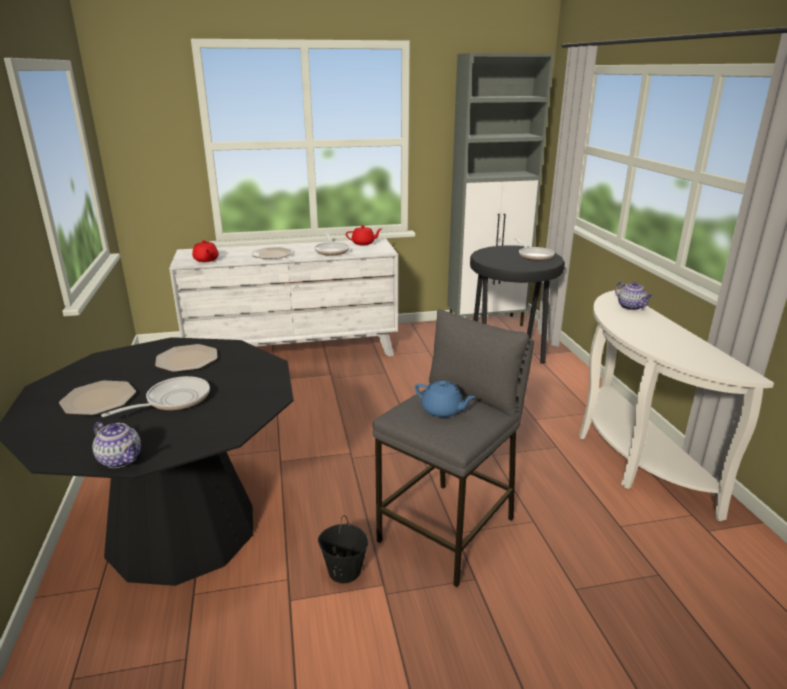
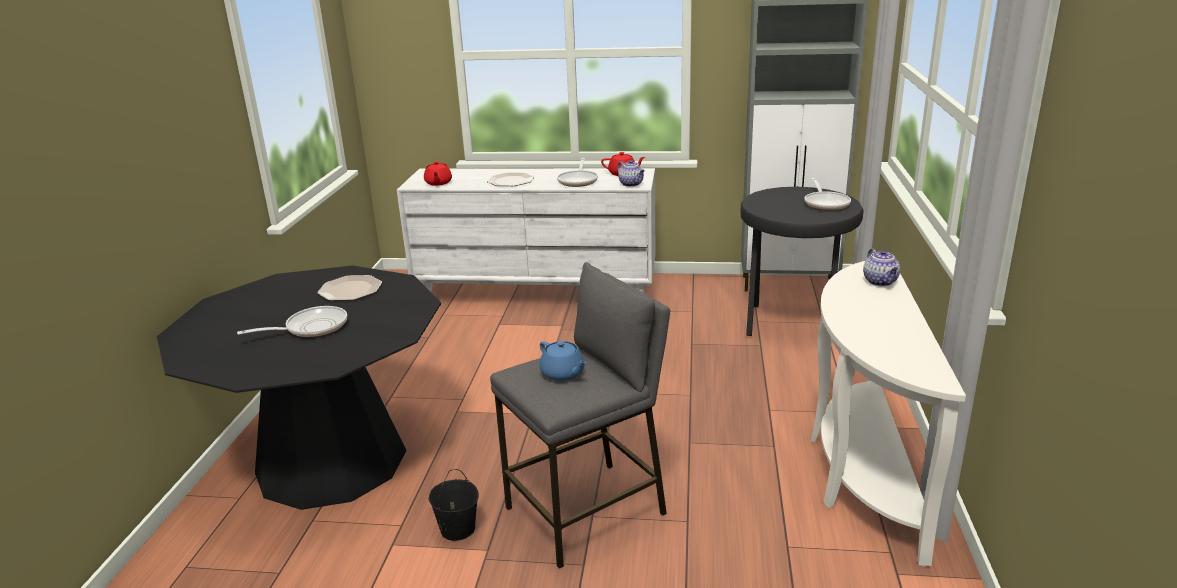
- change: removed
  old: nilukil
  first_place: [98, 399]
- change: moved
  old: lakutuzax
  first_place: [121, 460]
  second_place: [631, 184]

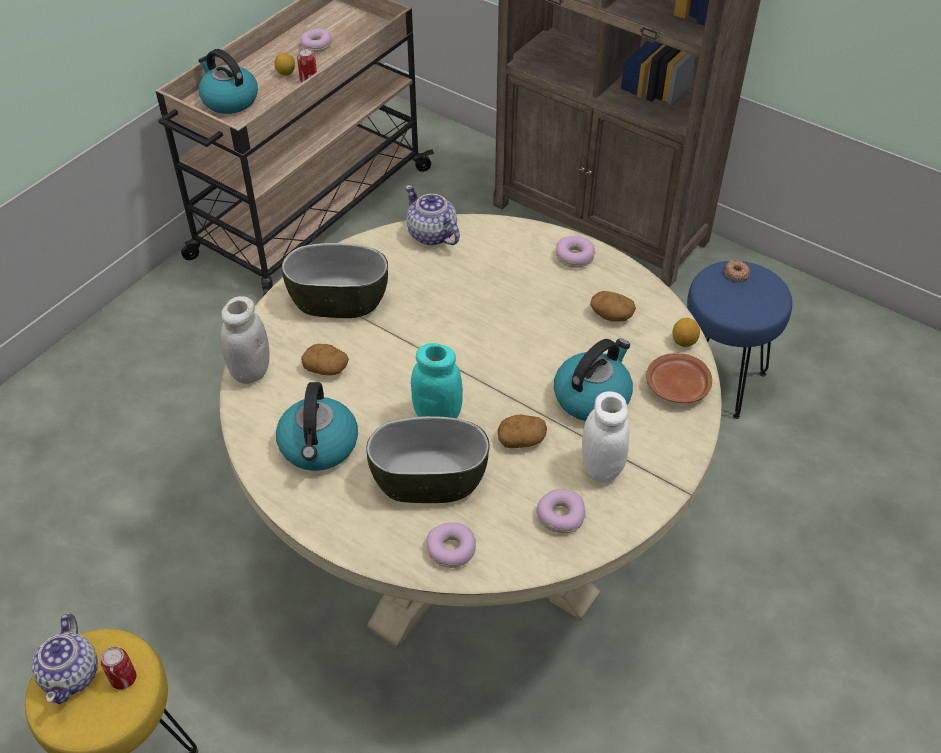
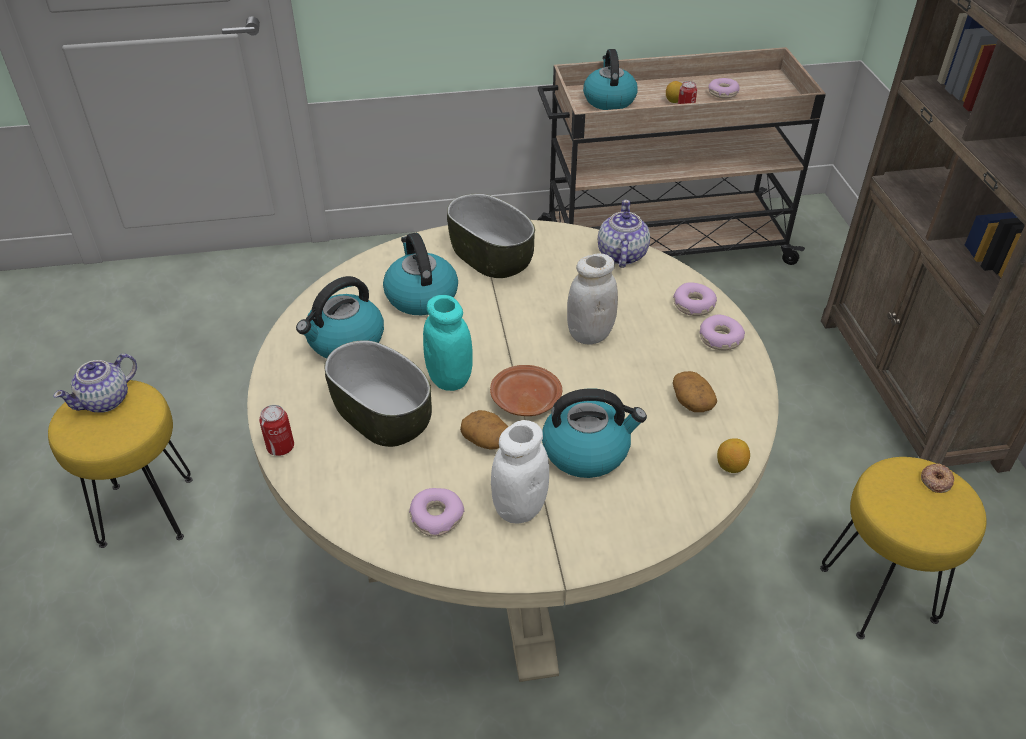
- change: moved
  old: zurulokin
  first_place: [123, 678]
  second_place: [280, 447]
- change: moved
  old: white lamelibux
  first_place: [250, 371]
  second_place: [589, 334]
- change: moved
  old: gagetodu
  first_place: [451, 550]
  second_place: [693, 305]
- change: moved
  old: brown nilukil
  first_place: [677, 387]
  second_place: [524, 400]
- change: replaced
  old: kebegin
  new: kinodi
  first_place: [326, 368]
  second_place: [420, 296]
- change: recoloured
  old: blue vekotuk
  new: yellow vekotuk
  first_place: [720, 381]
  second_place: [879, 594]

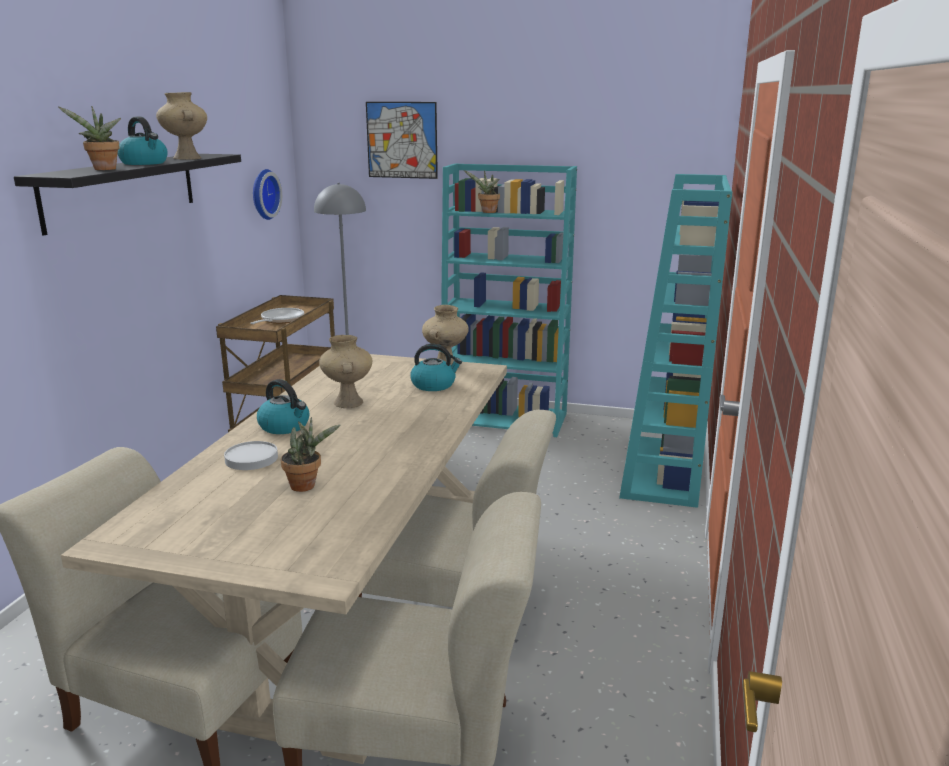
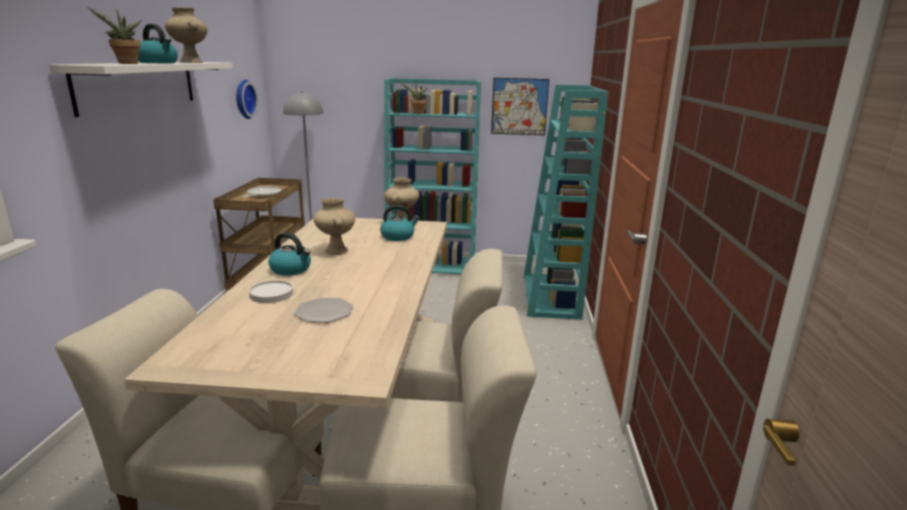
- change: moved
  old: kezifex
  first_place: [402, 140]
  second_place: [519, 106]
- change: replaced
  old: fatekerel
  new: nilukil
  first_place: [307, 485]
  second_place: [324, 312]
- change: recoloured
  old: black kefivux
  new: white kefivux
  first_place: [122, 190]
  second_place: [138, 85]

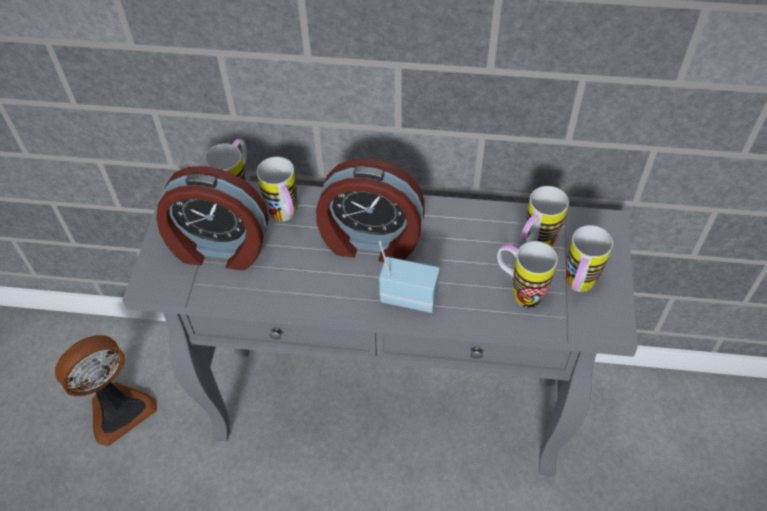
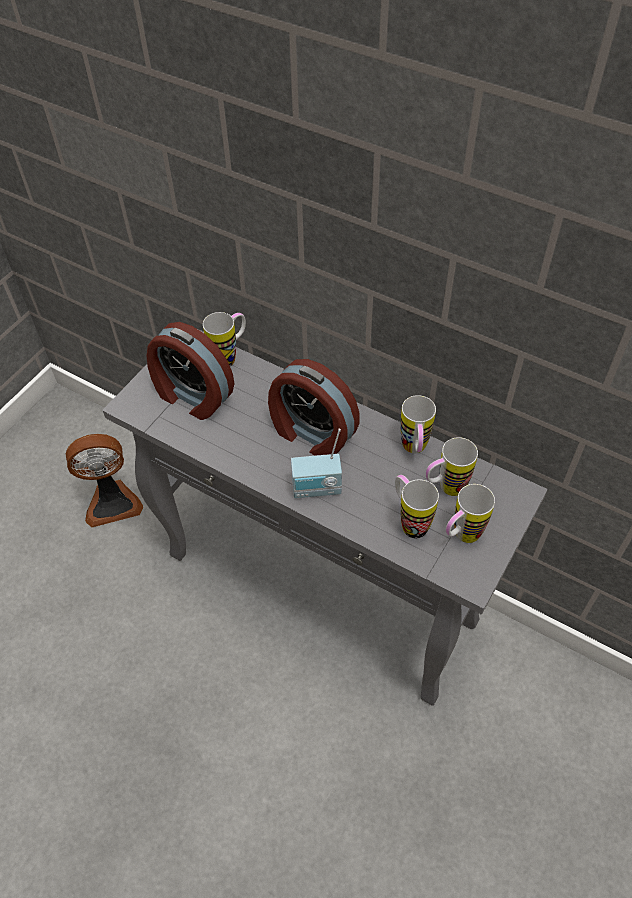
- change: moved
  old: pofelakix
  first_place: [286, 218]
  second_place: [414, 450]
- change: turned
  old: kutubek
  first_place: [409, 296]
  second_place: [317, 489]
  degrees: 135

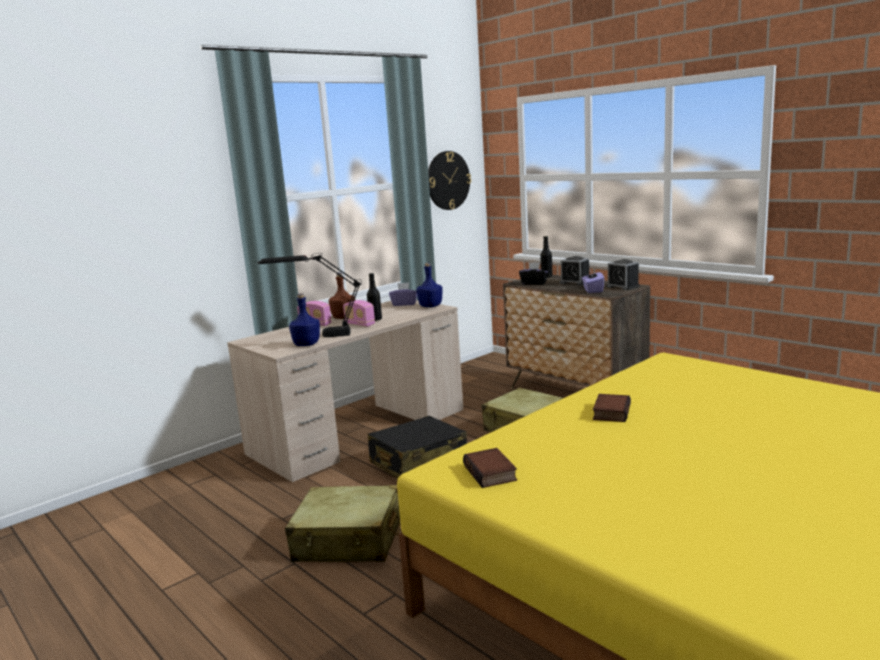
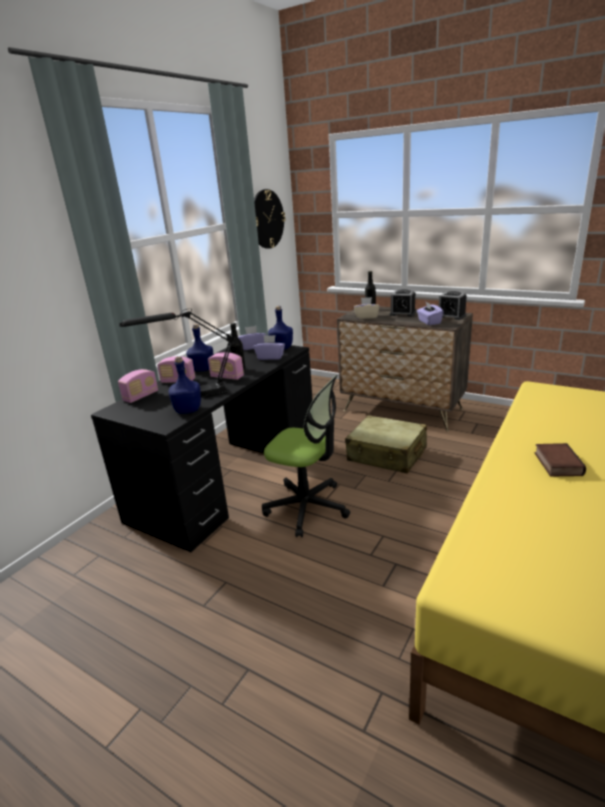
- change: removed
  old: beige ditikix
  first_place: [348, 540]
- change: removed
  old: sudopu
  first_place: [491, 473]
- change: added
  new: kutubek
  second_place: [141, 396]
- change: added
  new: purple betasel
  second_place: [270, 357]
- change: replaced
  old: black ditikix
  new: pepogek
  first_place: [418, 462]
  second_place: [307, 507]
- change: recoloured
  old: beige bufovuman
  new: black bufovuman
  first_place: [360, 431]
  second_place: [230, 476]
- change: recoloured
  old: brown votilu
  new: blue votilu
  first_place: [343, 317]
  second_place: [202, 369]
- change: recoloured
  old: black betasel
  new: beige betasel
  first_place: [534, 283]
  second_place: [366, 317]

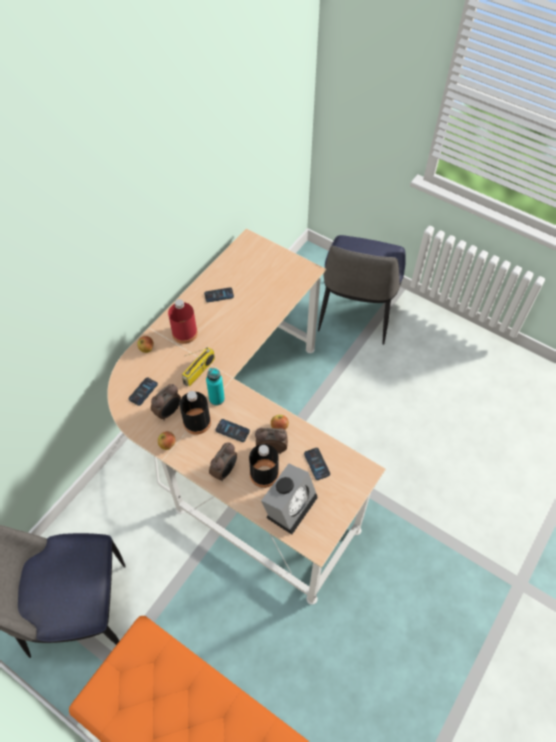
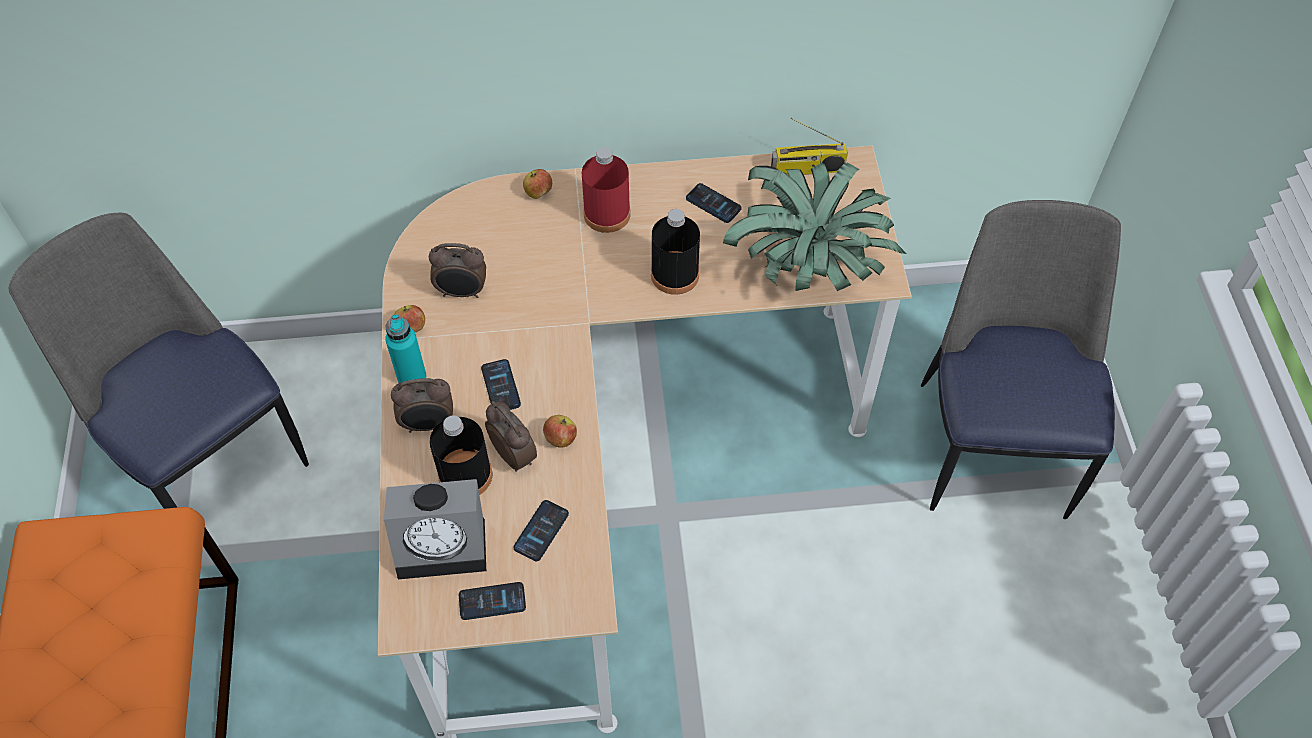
- change: added
  new: fatekerel
  second_place: [810, 263]
- change: moved
  old: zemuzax
  first_place: [143, 391]
  second_place: [492, 601]
- change: moved
  old: black votilu
  first_place: [197, 422]
  second_place: [675, 275]
- change: moved
  old: kutubek
  first_place: [199, 371]
  second_place: [807, 170]
- change: moved
  old: turquoise votilu
  first_place: [216, 399]
  second_place: [411, 376]
- change: turned
  old: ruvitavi
  first_place: [356, 314]
  second_place: [993, 444]
  degrees: 120

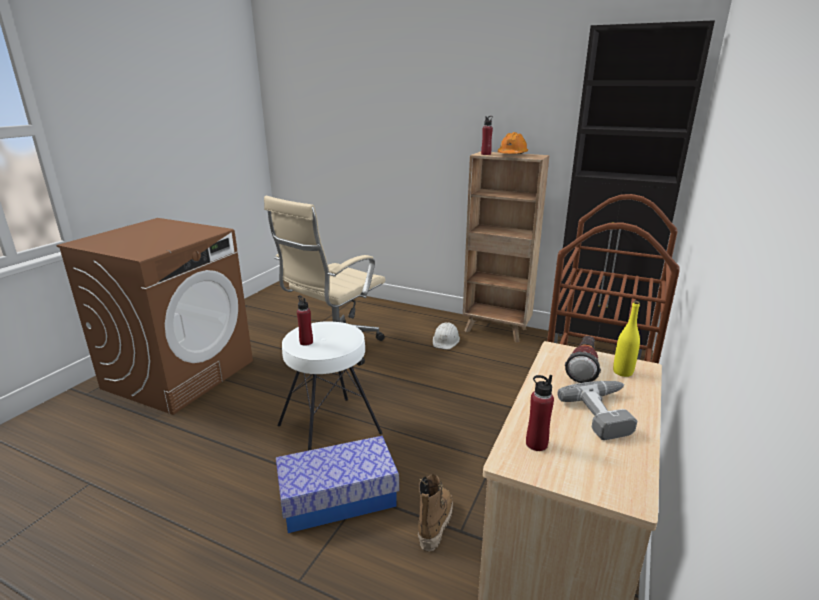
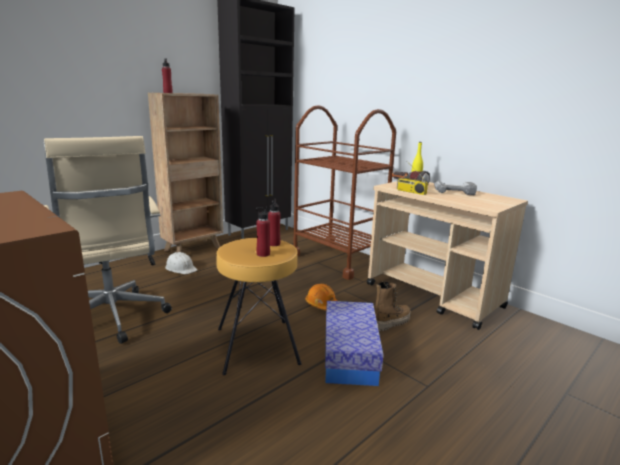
- change: added
  new: kutubek
  second_place: [410, 192]
- change: moved
  old: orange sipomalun
  first_place: [512, 155]
  second_place: [322, 305]
- change: moved
  old: red votilu
  first_place: [536, 444]
  second_place: [274, 244]
- change: recoloured
  old: white vekotuk
  new: brown vekotuk
  first_place: [330, 429]
  second_place: [258, 345]
- change: turned
  old: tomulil
  first_place: [434, 523]
  second_place: [391, 322]
  degrees: 105

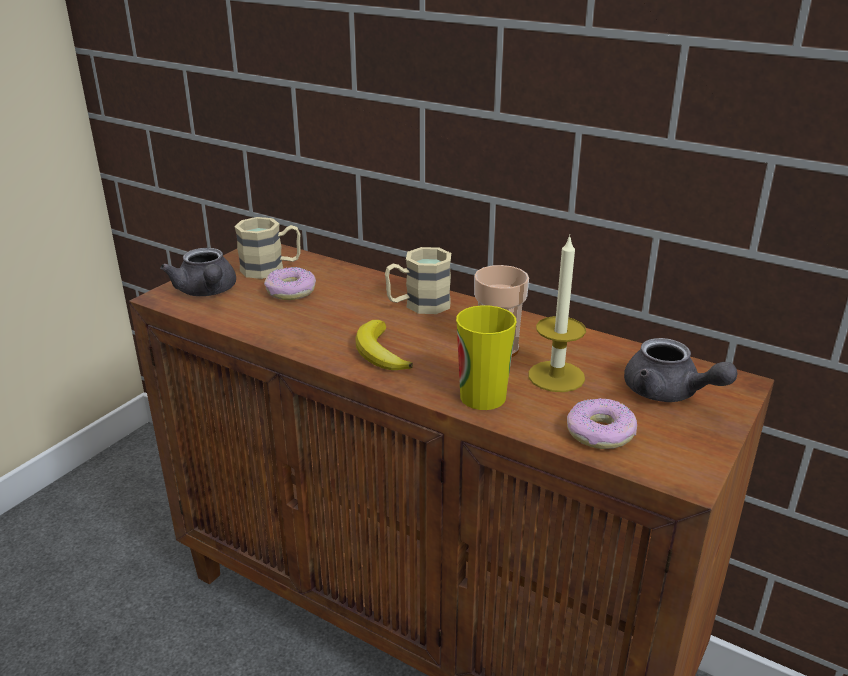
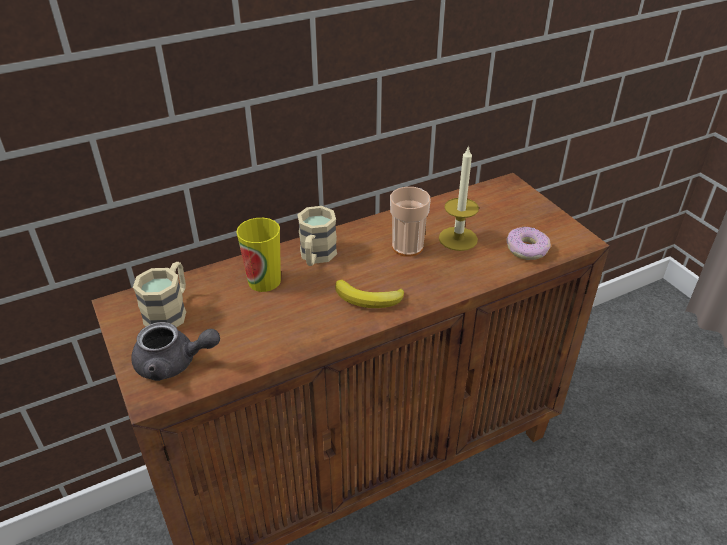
- change: removed
  old: gagetodu
  first_place: [290, 291]
- change: removed
  old: grey lakutuzax
  first_place: [668, 393]
- change: moved
  old: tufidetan
  first_place: [482, 397]
  second_place: [264, 281]

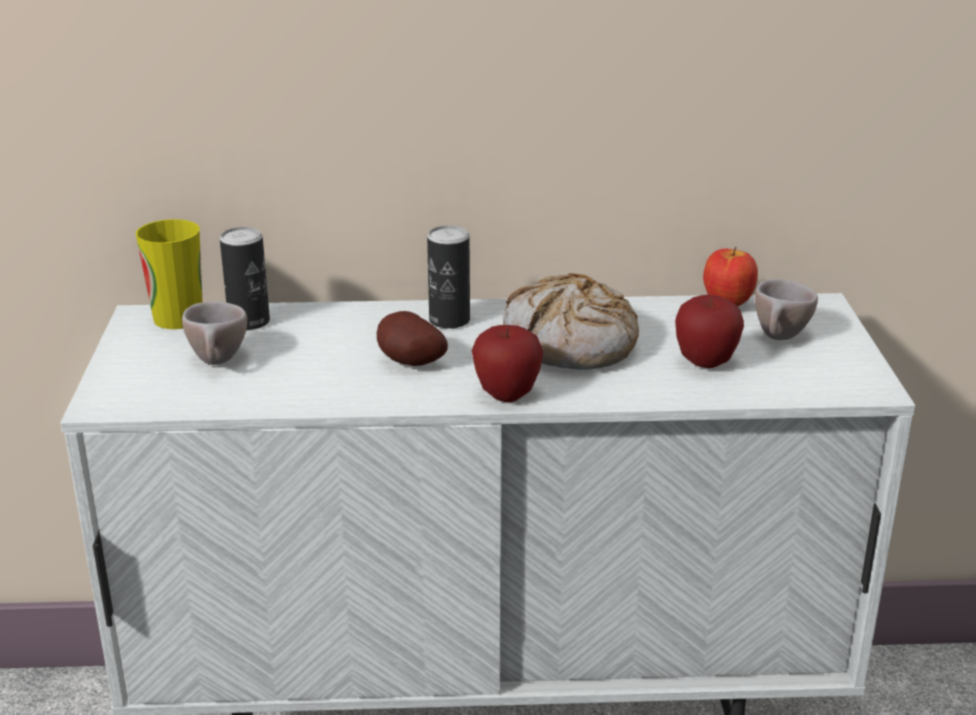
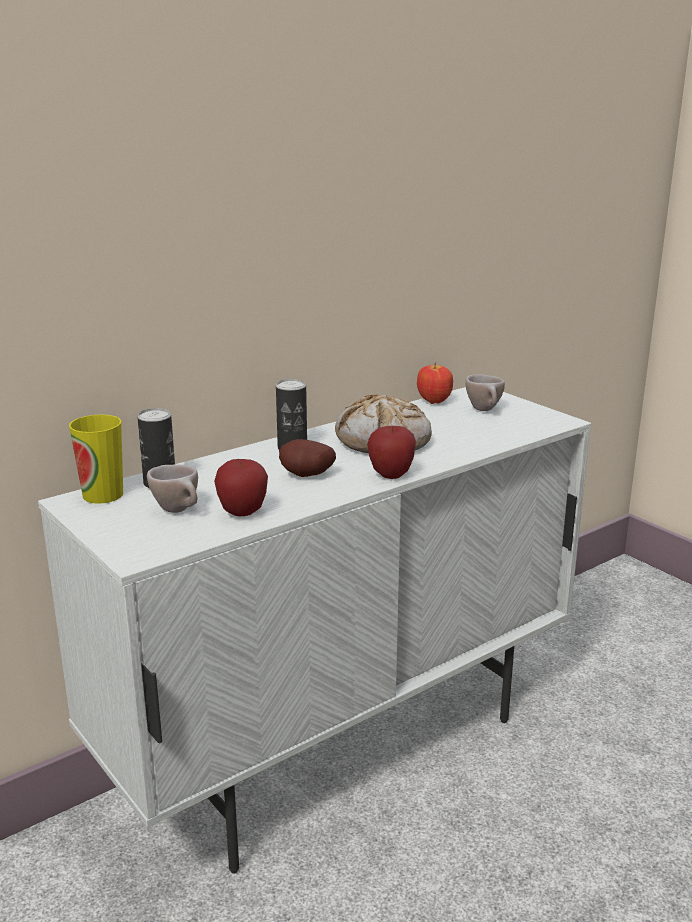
- change: moved
  old: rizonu
  first_place: [705, 363]
  second_place: [242, 513]

